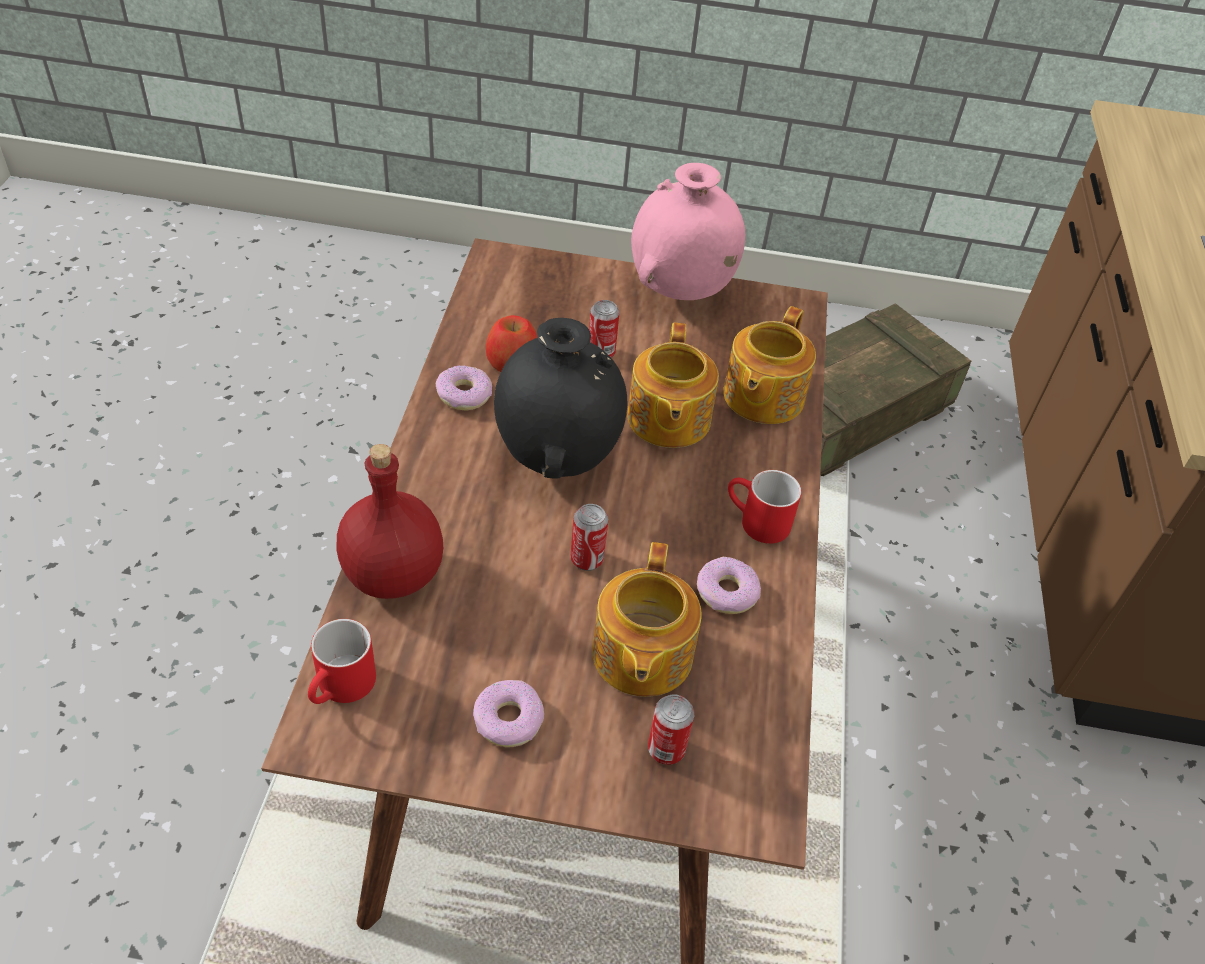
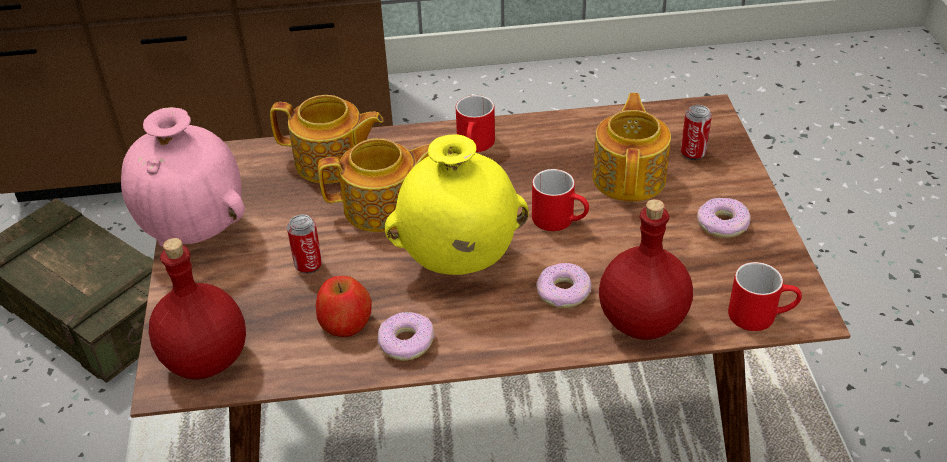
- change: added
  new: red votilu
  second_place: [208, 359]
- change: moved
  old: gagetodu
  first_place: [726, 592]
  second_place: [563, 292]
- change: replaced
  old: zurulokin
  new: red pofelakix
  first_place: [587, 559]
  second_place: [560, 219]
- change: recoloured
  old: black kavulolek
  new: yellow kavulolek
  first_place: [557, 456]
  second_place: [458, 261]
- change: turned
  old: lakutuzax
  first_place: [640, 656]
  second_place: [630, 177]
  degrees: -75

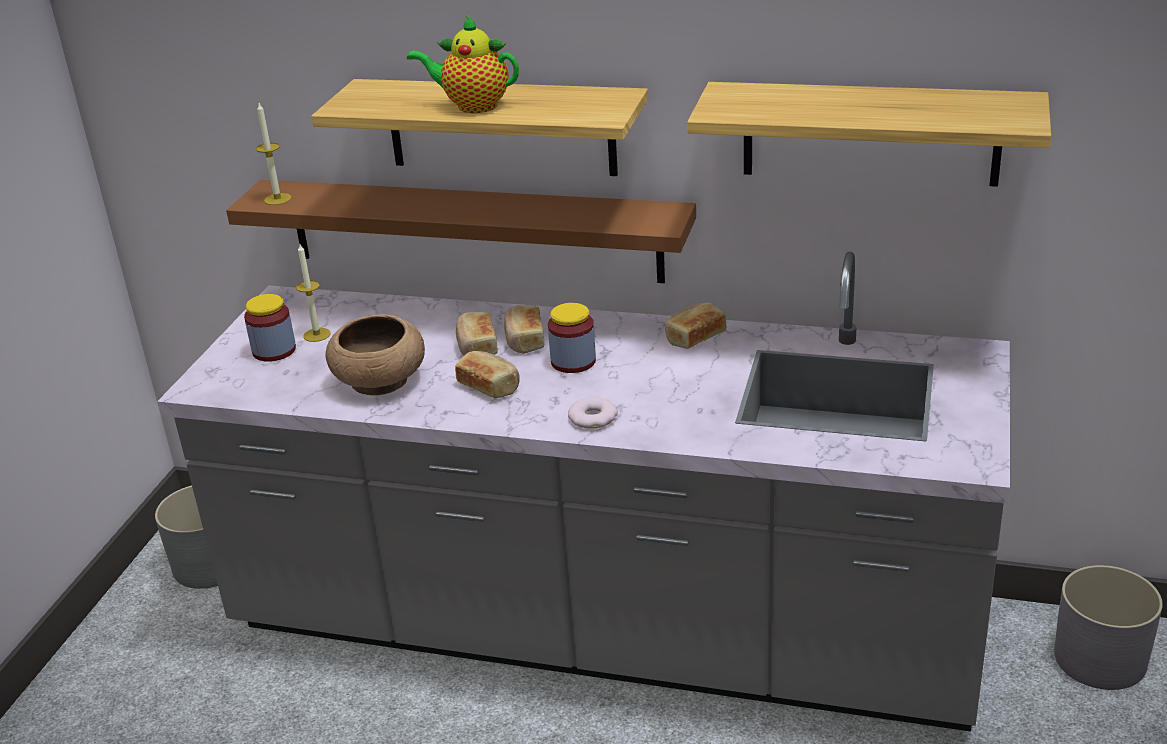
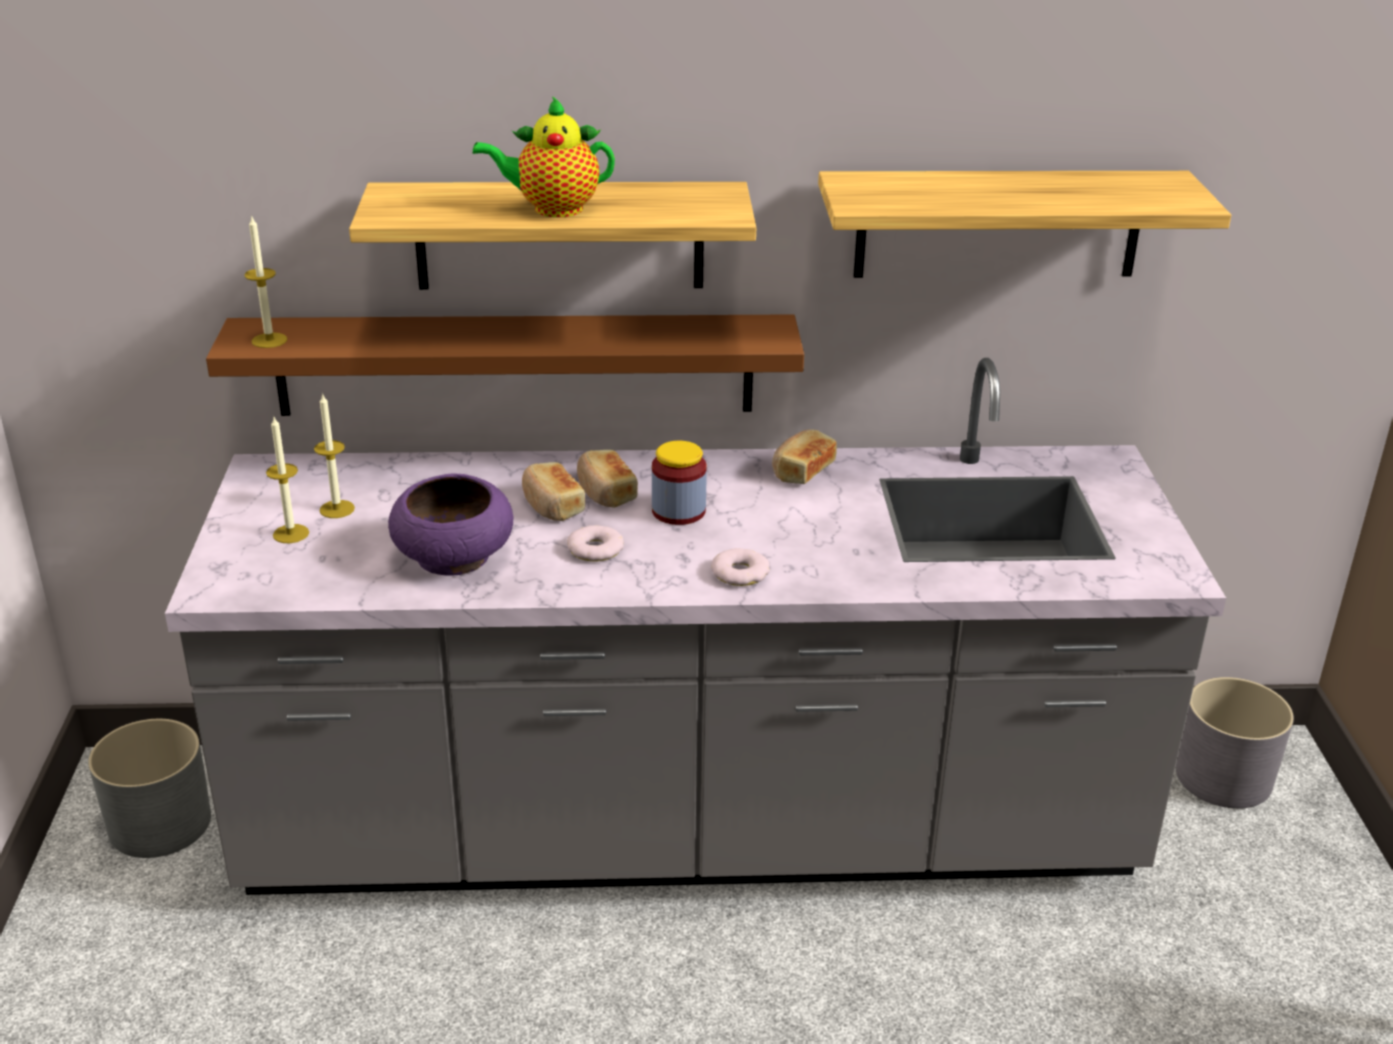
- change: replaced
  old: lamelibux
  new: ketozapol
  first_place: [274, 350]
  second_place: [291, 534]
- change: replaced
  old: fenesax
  new: gagetodu
  first_place: [489, 386]
  second_place: [595, 549]
- change: recoloured
  old: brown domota
  new: purple domota
  first_place: [380, 382]
  second_place: [454, 558]

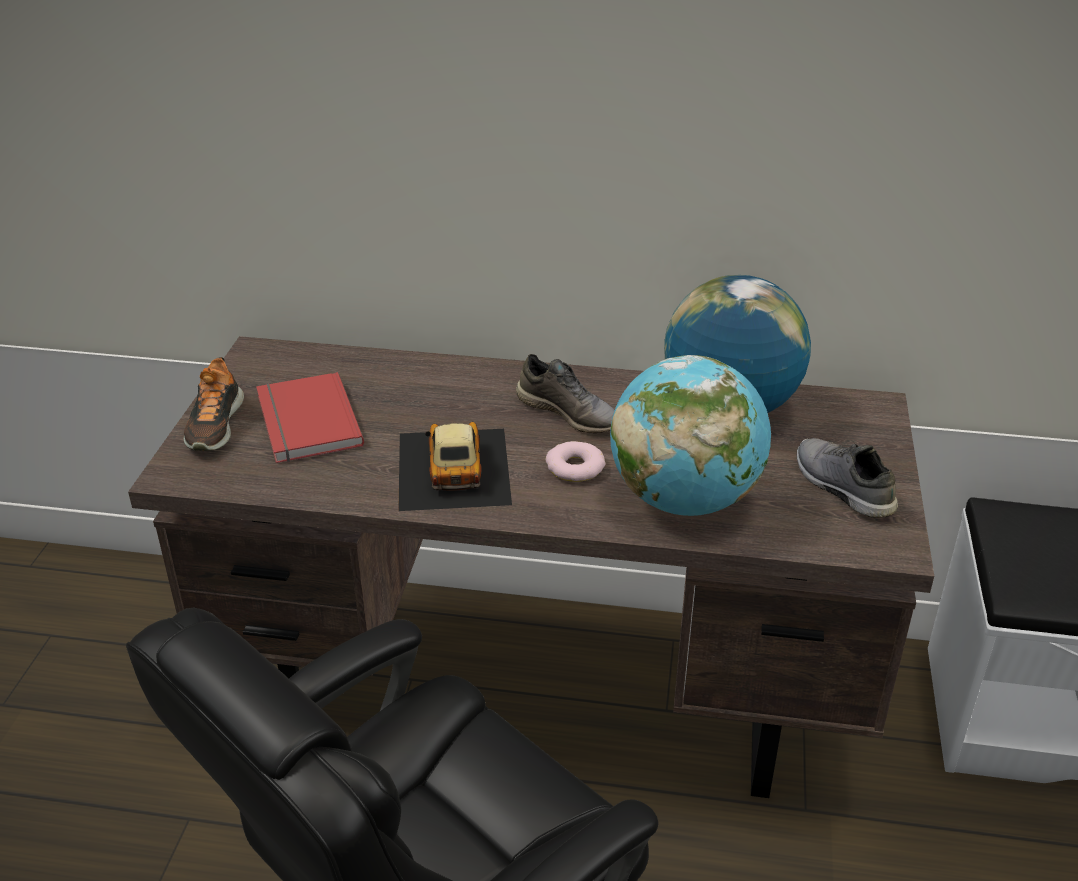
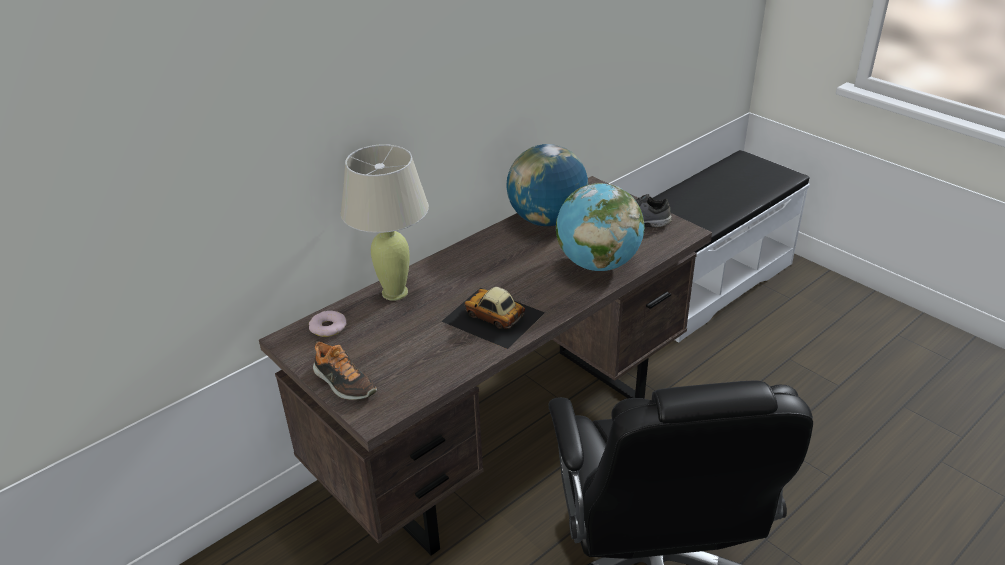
- change: removed
  old: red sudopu
  first_place: [305, 422]
- change: removed
  old: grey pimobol
  first_place: [569, 412]
- change: added
  new: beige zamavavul
  second_place: [395, 292]
- change: moved
  old: gagetodu
  first_place: [574, 467]
  second_place: [328, 327]

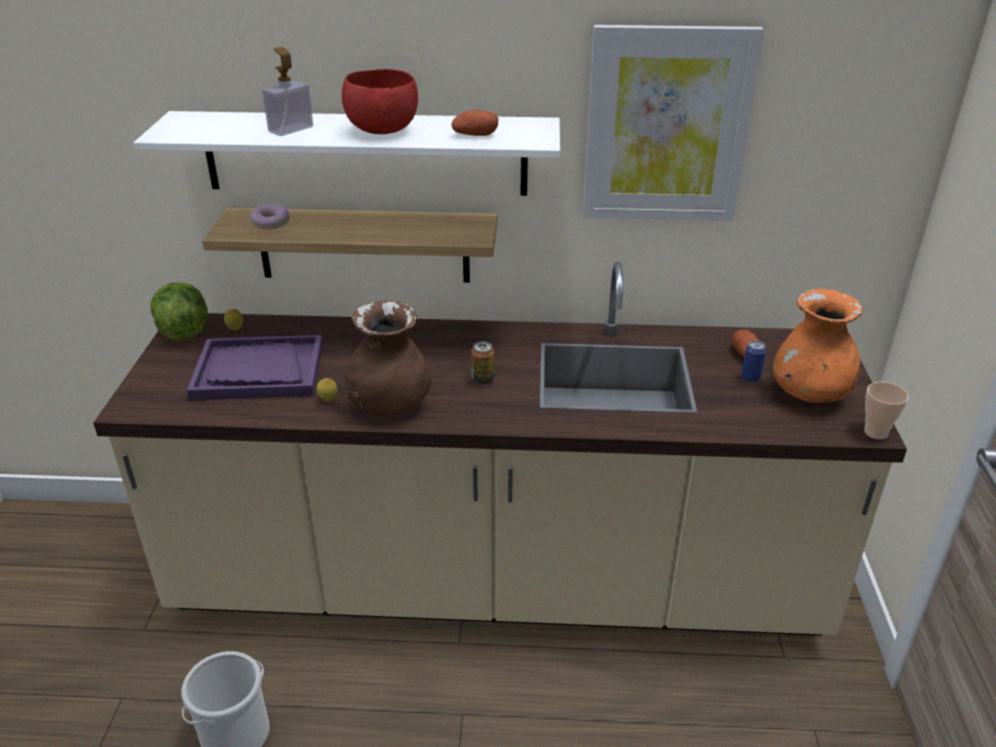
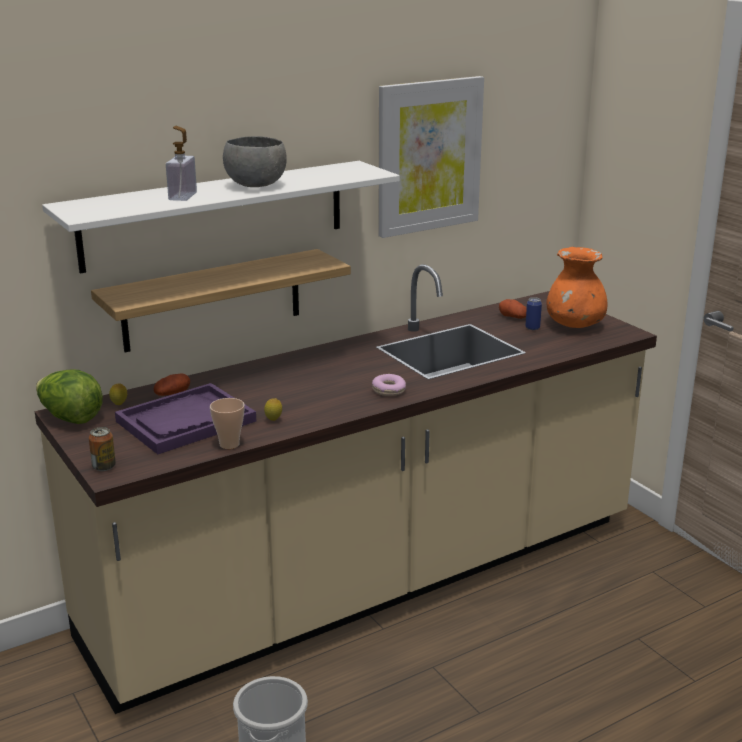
- change: removed
  old: brown kavulolek
  first_place: [390, 405]
- change: moved
  old: gagetodu
  first_place: [271, 223]
  second_place: [388, 390]
- change: moved
  old: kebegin
  first_place: [475, 135]
  second_place: [172, 394]
- change: moved
  old: zurulokin
  first_place: [483, 380]
  second_place: [104, 467]
- change: moved
  old: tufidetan
  first_place: [875, 433]
  second_place: [229, 444]
- change: recoloured
  old: red domota
  new: grey domota
  first_place: [383, 130]
  second_place: [255, 185]

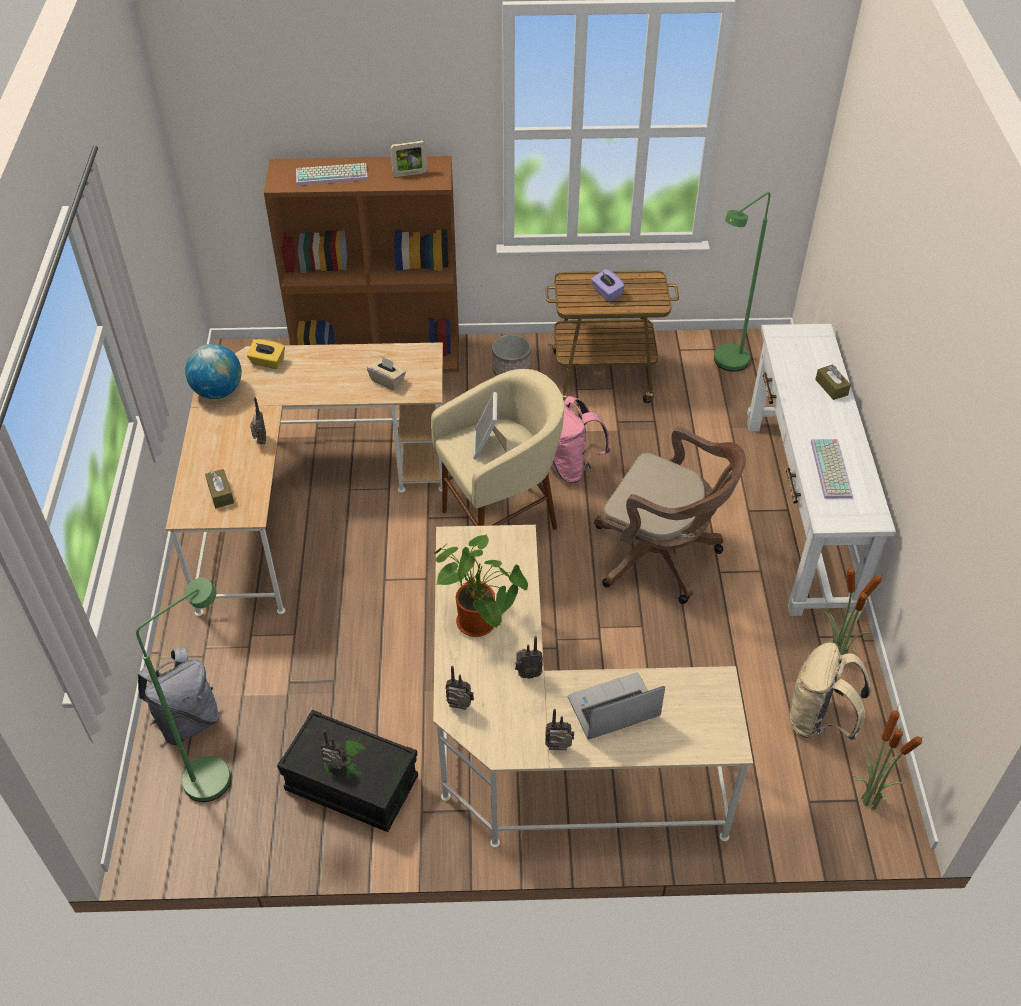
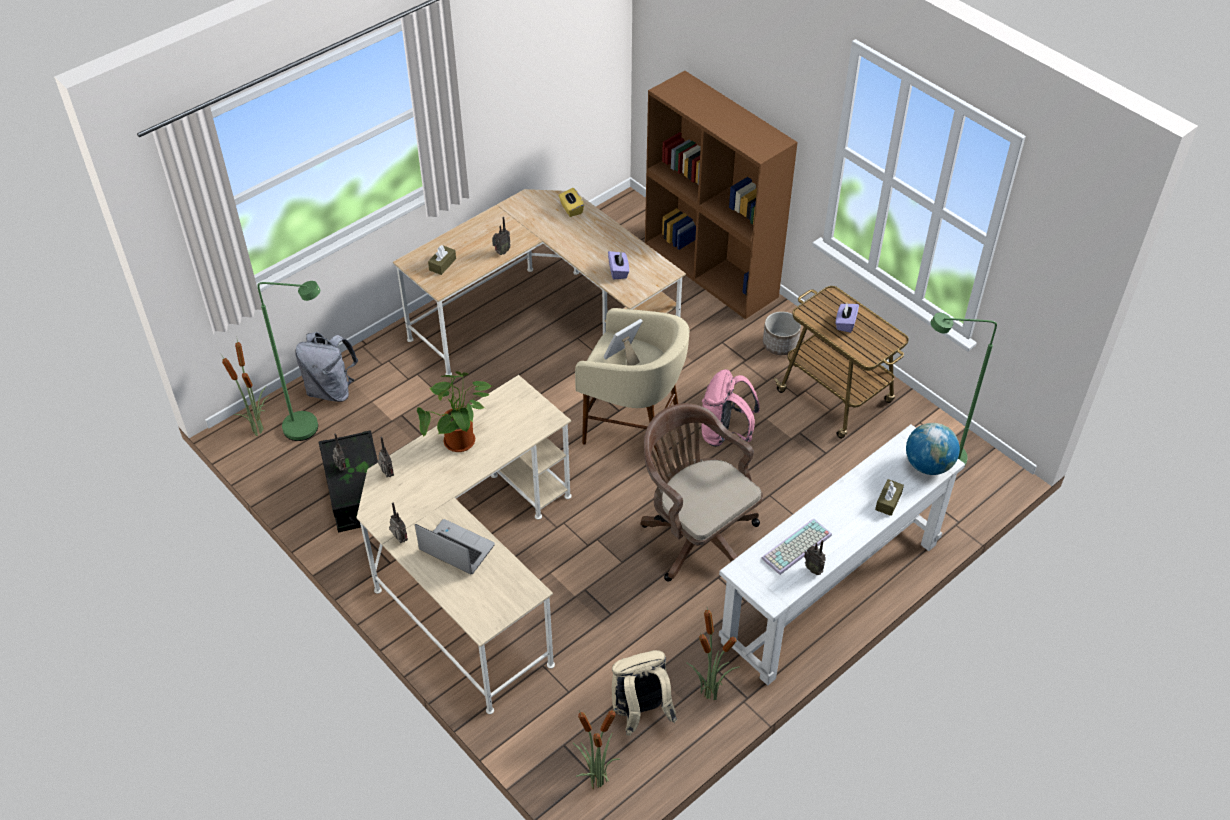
- change: removed
  old: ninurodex
  first_place: [332, 174]
- change: removed
  old: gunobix
  first_place: [410, 174]
- change: added
  new: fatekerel
  second_place: [258, 429]
- change: moved
  old: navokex
  first_place: [218, 391]
  second_place: [928, 465]
- change: moved
  old: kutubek
  first_place: [528, 673]
  second_place: [813, 569]
- change: recoloured
  old: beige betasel
  new: purple betasel
  first_place: [387, 381]
  second_place: [618, 271]
- change: turned
  old: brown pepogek
  first_place: [661, 557]
  second_place: [696, 536]
  degrees: 150

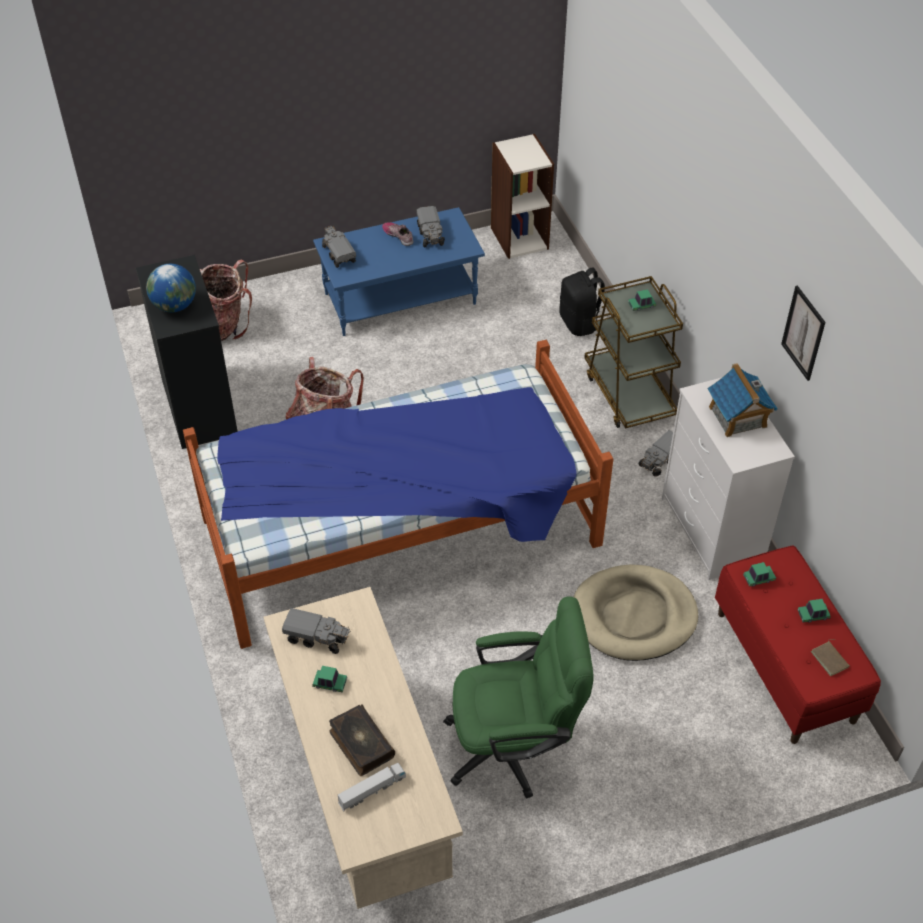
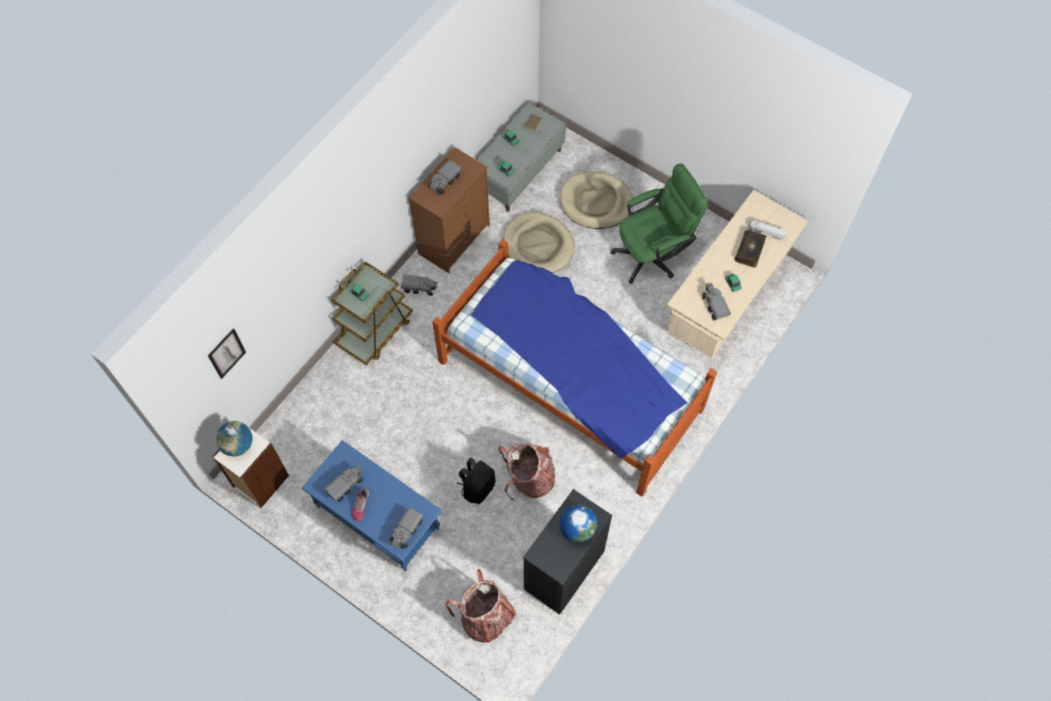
- change: added
  new: navokex
  second_place: [238, 445]
- change: added
  new: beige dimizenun
  second_place: [596, 202]
- change: moved
  old: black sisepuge
  first_place: [580, 323]
  second_place: [477, 487]
- change: moved
  old: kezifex
  first_place: [803, 333]
  second_place: [226, 353]
- change: replaced
  old: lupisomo
  new: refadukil
  first_place: [737, 417]
  second_place: [444, 182]
- change: recoloured
  old: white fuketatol
  new: brown fuketatol
  first_place: [712, 531]
  second_place: [454, 239]
- change: recoloured
  old: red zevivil
  new: grey zevivil
  first_place: [785, 666]
  second_place: [518, 170]
- change: turned
  old: green pepogek
  first_place: [515, 746]
  second_place: [653, 254]
  degrees: 105

